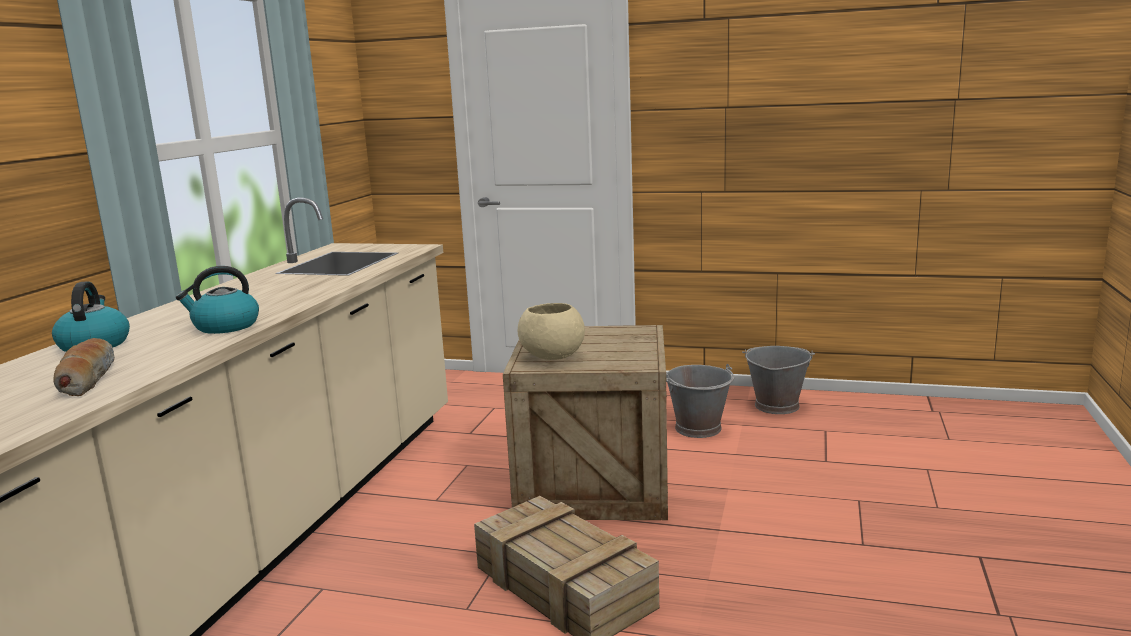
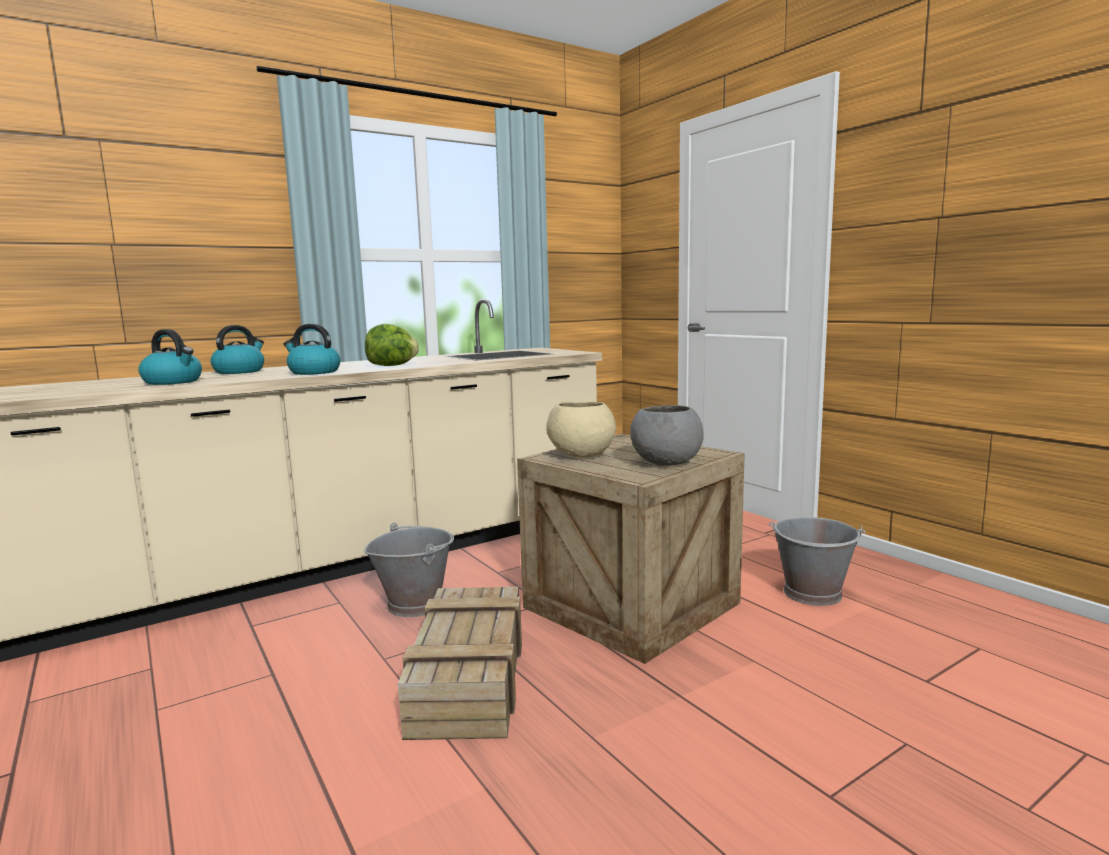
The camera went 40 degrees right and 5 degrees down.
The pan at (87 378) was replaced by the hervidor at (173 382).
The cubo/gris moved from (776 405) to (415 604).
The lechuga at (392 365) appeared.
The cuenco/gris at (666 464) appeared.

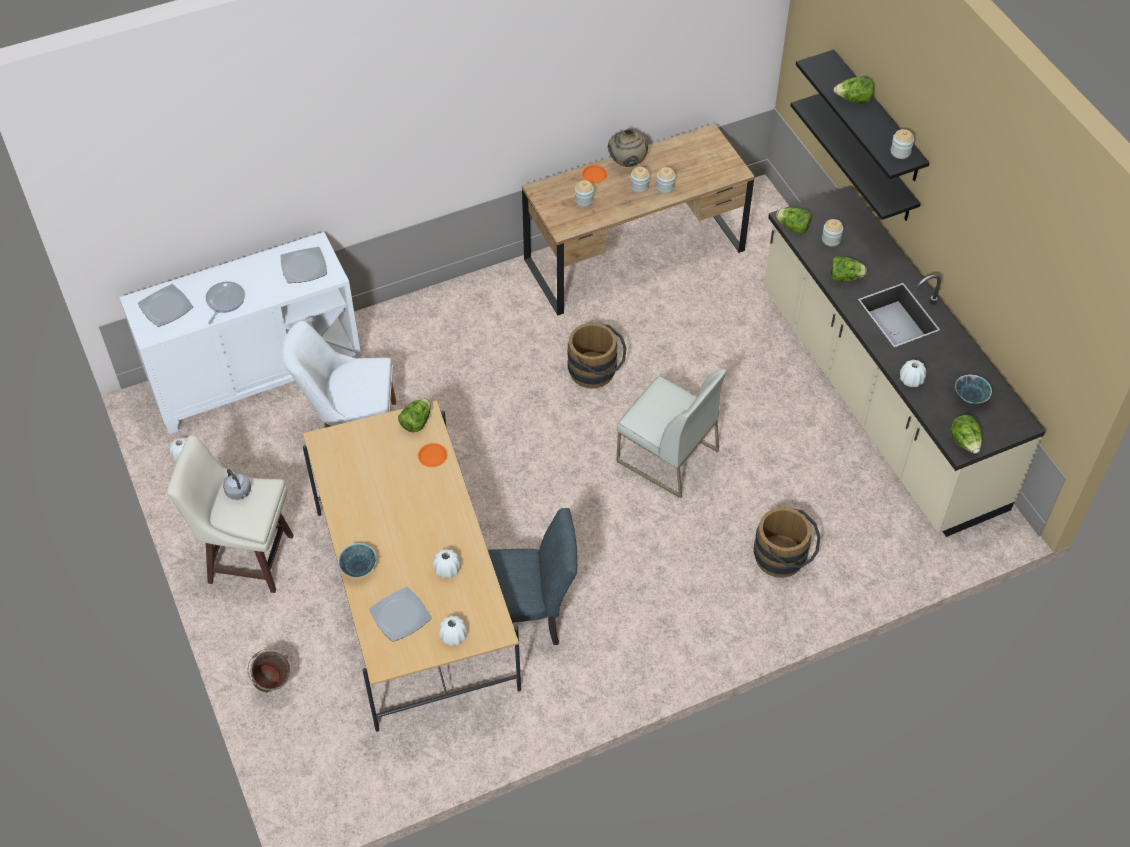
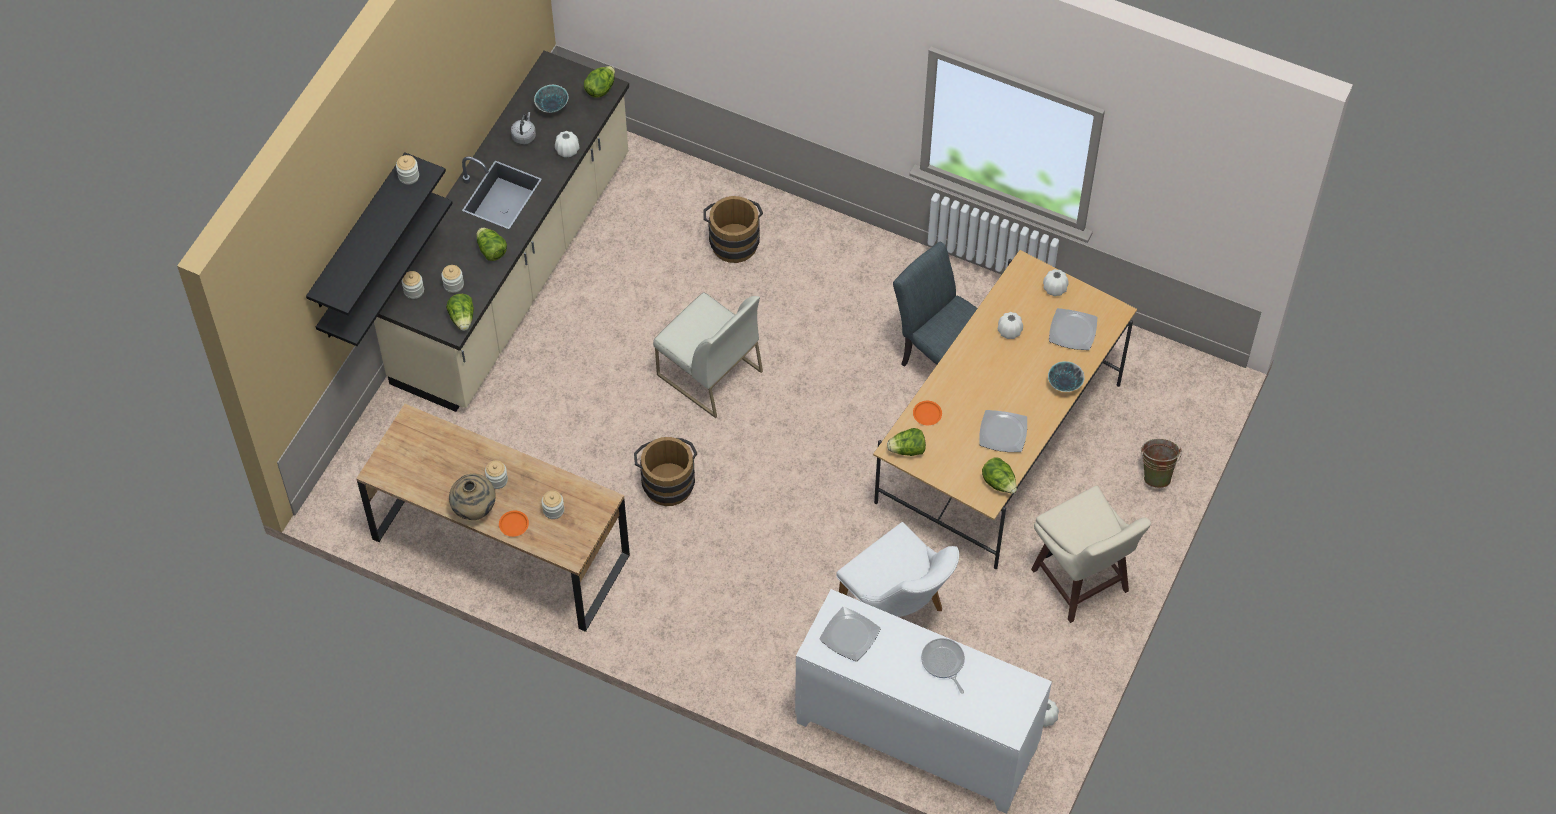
The camera went 130 degrees left and 5 degrees up.
The tarro moved from (665 187) to (414 291).
The hervidor/gris moved from (239 492) to (524 136).
The silla/blanco at (666 456) turned 135 degrees clockwise.
The sartén at (224 301) turned 90 degrees clockwise.
The plato moved from (166 307) to (1002 433).
The lechuga moved from (853 100) to (999 483).

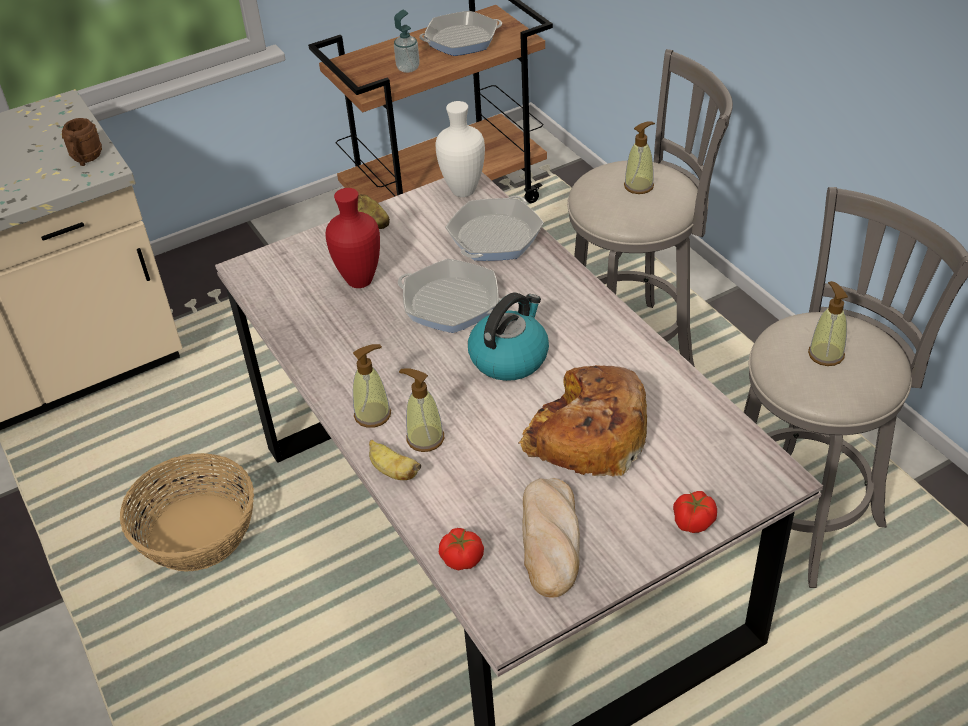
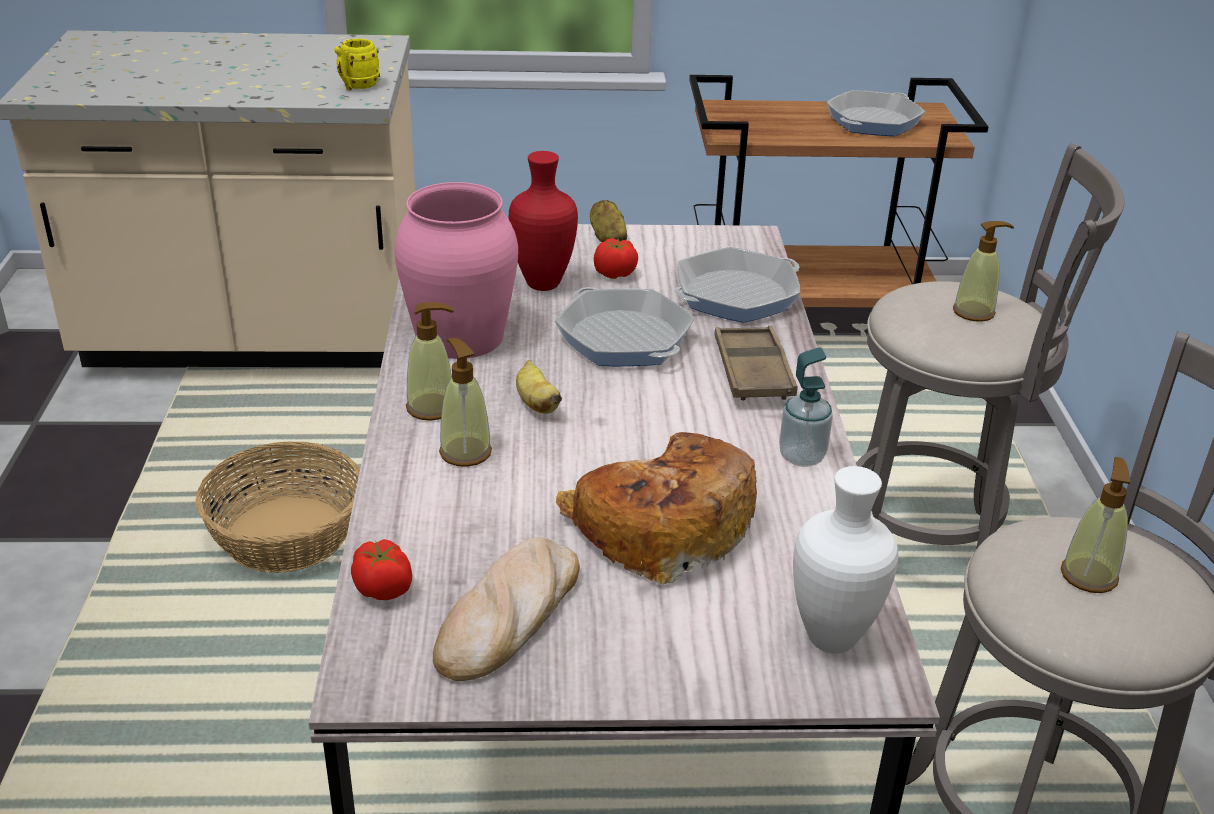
The camera went 25 degrees right and 10 degrees down.
The taza grande/marrón at (85 159) became the taza grande/amarillo at (356 87).
The florero/rosa at (458 336) appeared.
The plátano moved from (393 471) to (536 404).
The tomate moved from (693 522) to (615 274).
The bandeja/marrón at (752 371) appeared.
The dispensador de jabón moved from (408 68) to (801 457).
The florero/blanco moved from (465 191) to (835 639).
The sartén at (461 40) turned 120 degrees clockwise.
The hervidor at (509 357) disappeared.

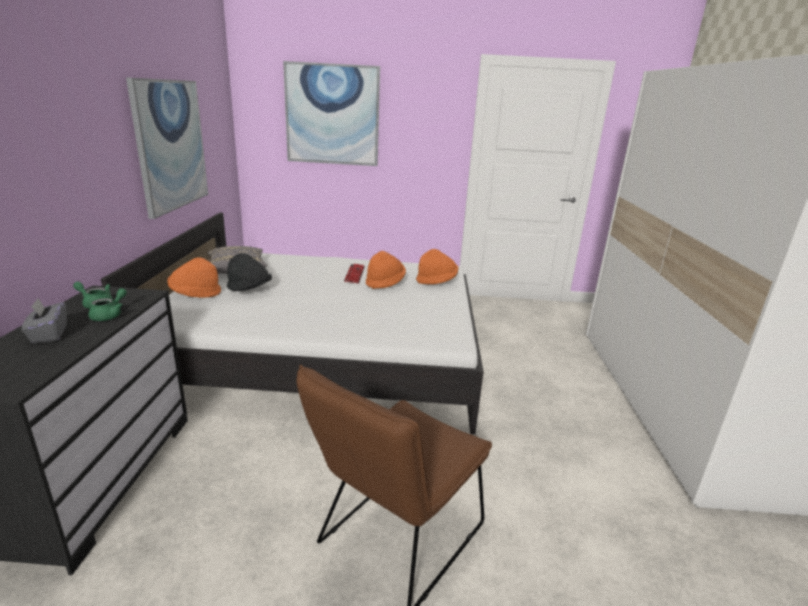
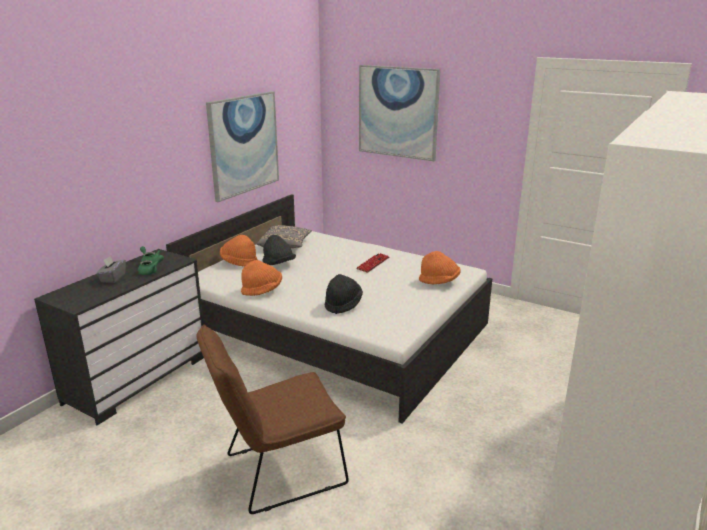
The camera went 30 degrees right and 0 degrees up.
The sombrero/naranja moved from (385 283) to (262 290).
The sombrero/negro at (343 304) appeared.

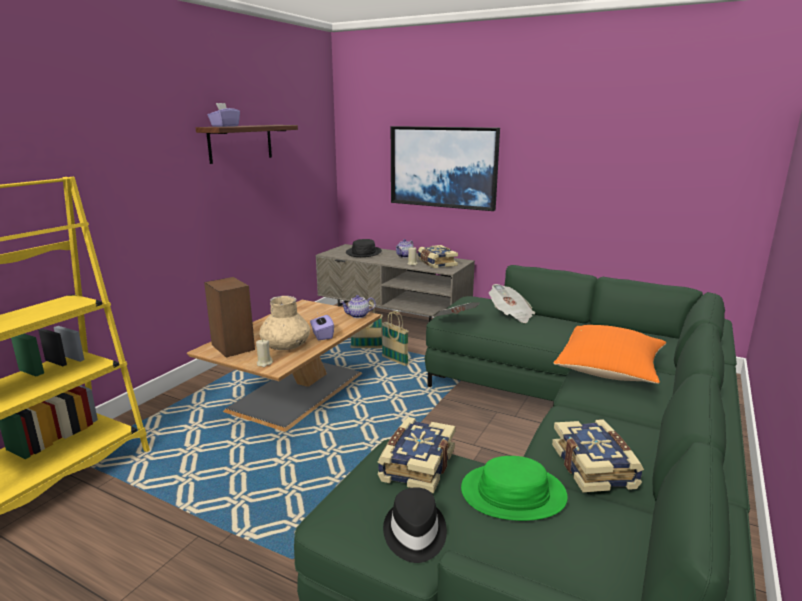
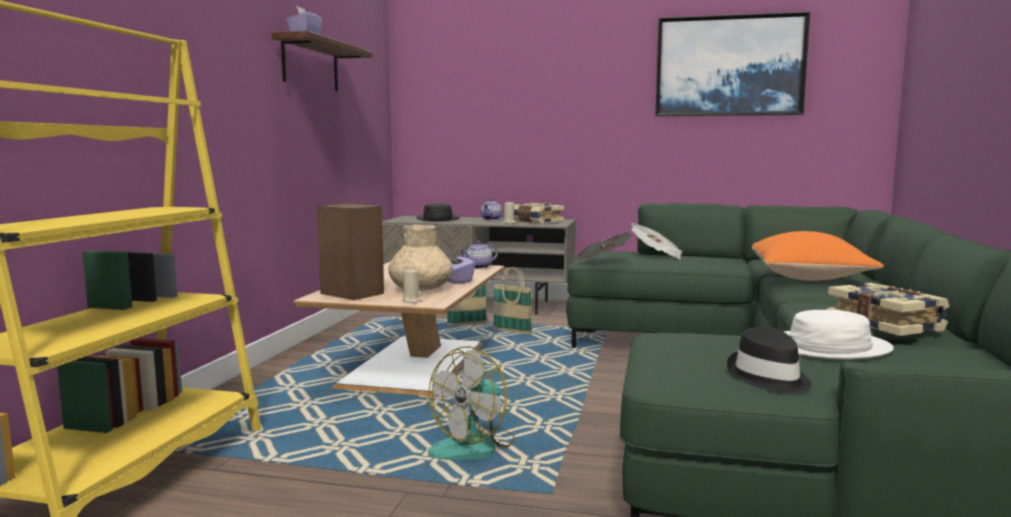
The camera went 15 degrees left and 10 degrees down.
The ventilador at (474 446) appeared.
The cuadro moved from (443 167) to (729 66).
The sombrero/verde at (513 493) became the sombrero/blanco at (829 347).
The libro at (416 465) disappeared.

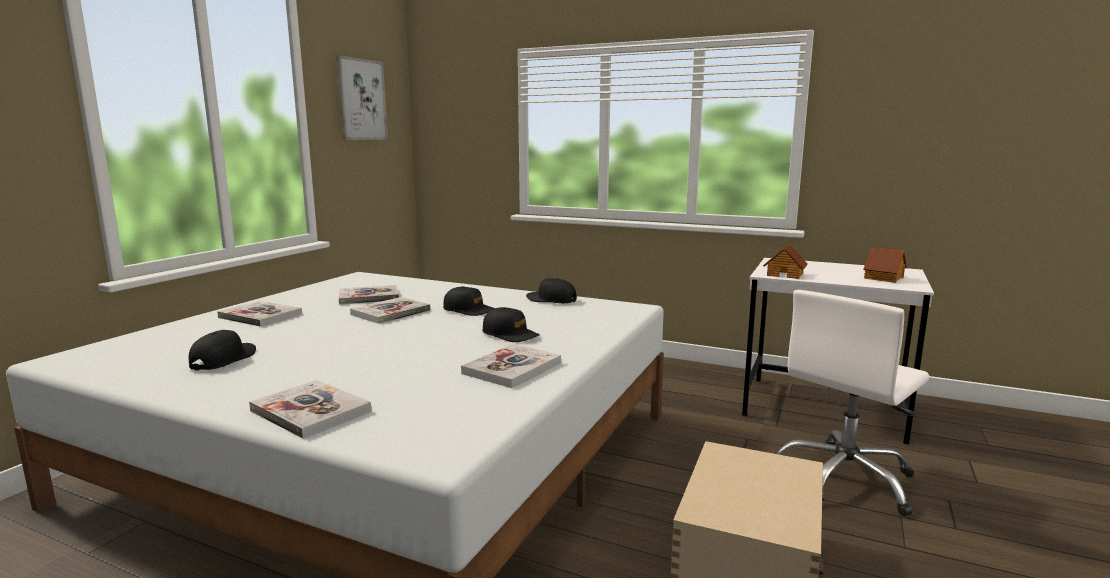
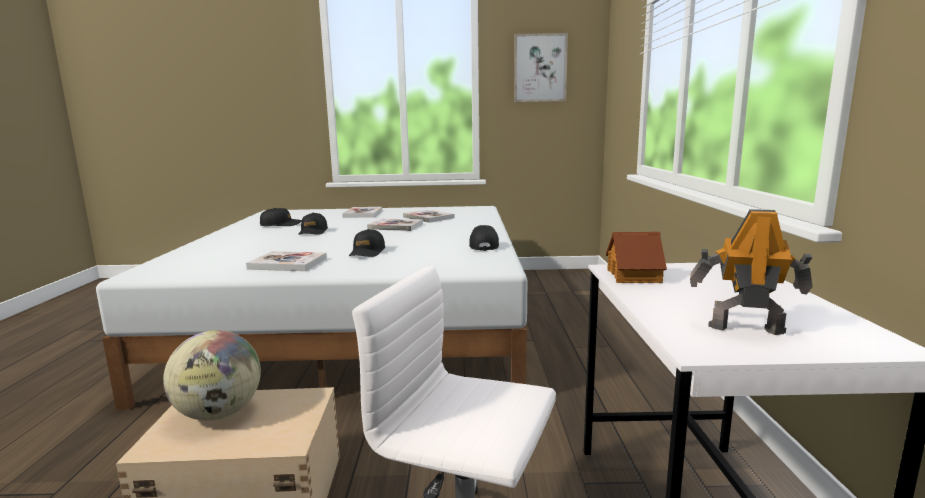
The camera went 65 degrees right and 0 degrees up.
The globo terráqueo at (219 414) appeared.
The gorra/negro moved from (469 310) to (313 232).
The casita at (884 278) was replaced by the robot de juguete at (744 328).
The libro at (310 411) disappeared.

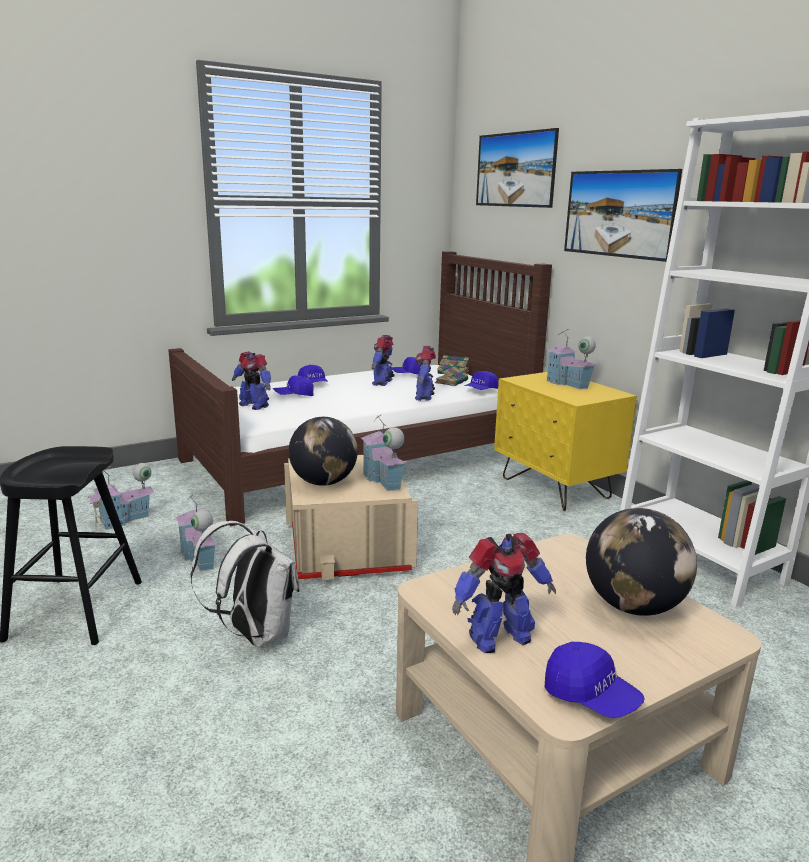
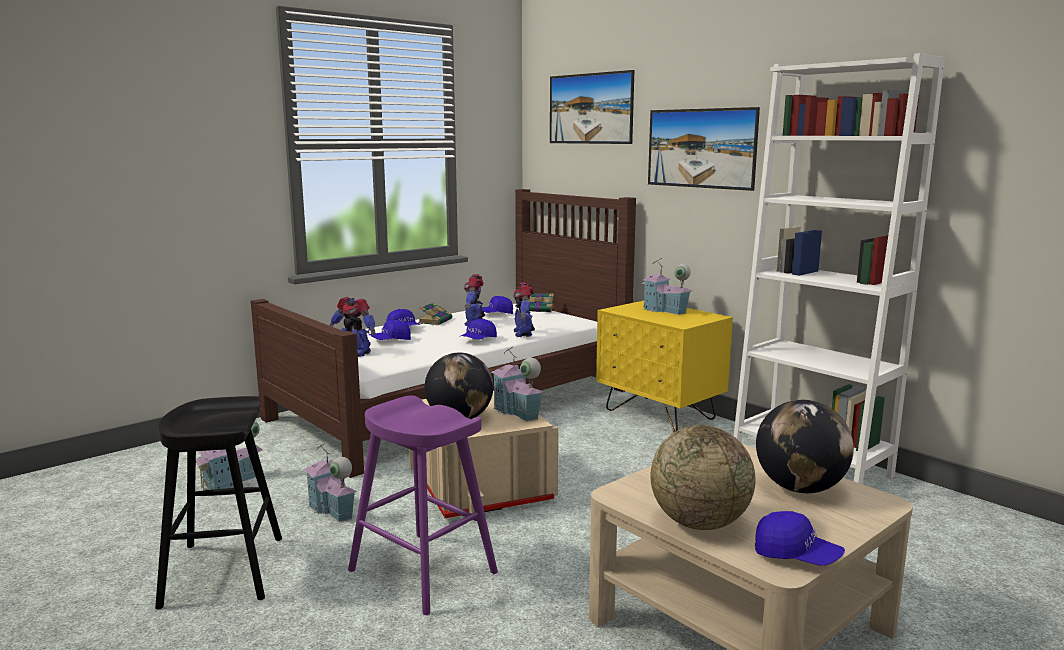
The camera went 10 degrees left and 5 degrees down.
The mochila/blanco at (254 634) was replaced by the taburete/morado at (423 571).
The libro moved from (451 381) to (435 321).
The gorra/azul moved from (481 390) to (478 340).
The robot de juguete at (498 637) was replaced by the globo terráqueo at (699 523).

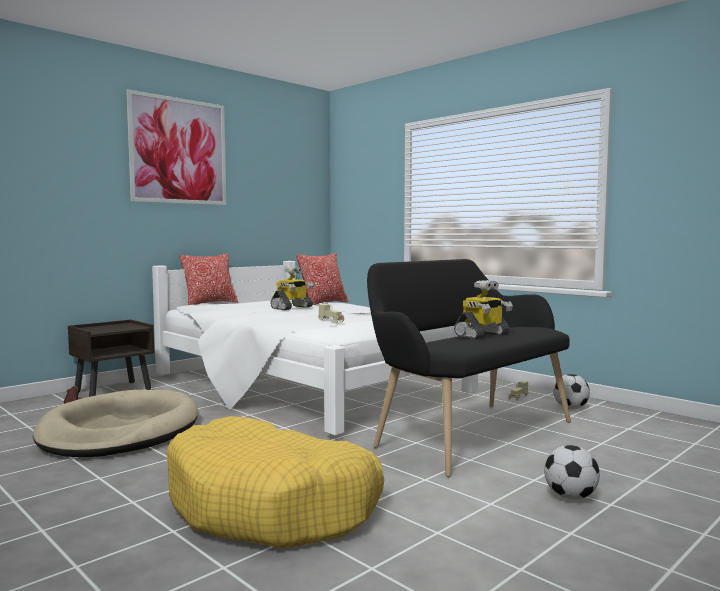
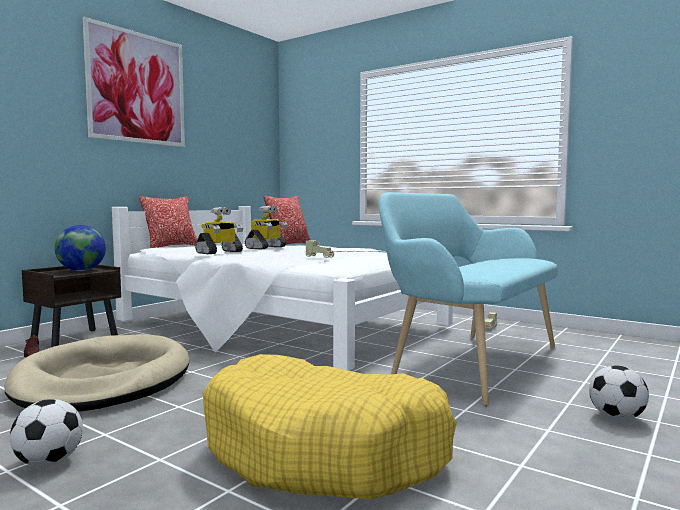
The camera went 10 degrees left and 0 degrees up.
The balón de fútbol moved from (570 408) to (49 462).
The globo terráqueo at (81 270) appeared.
The robot de juguete moved from (482 335) to (219 252).
The banco/negro at (467 433) became the banco/turquesa at (469 362).

